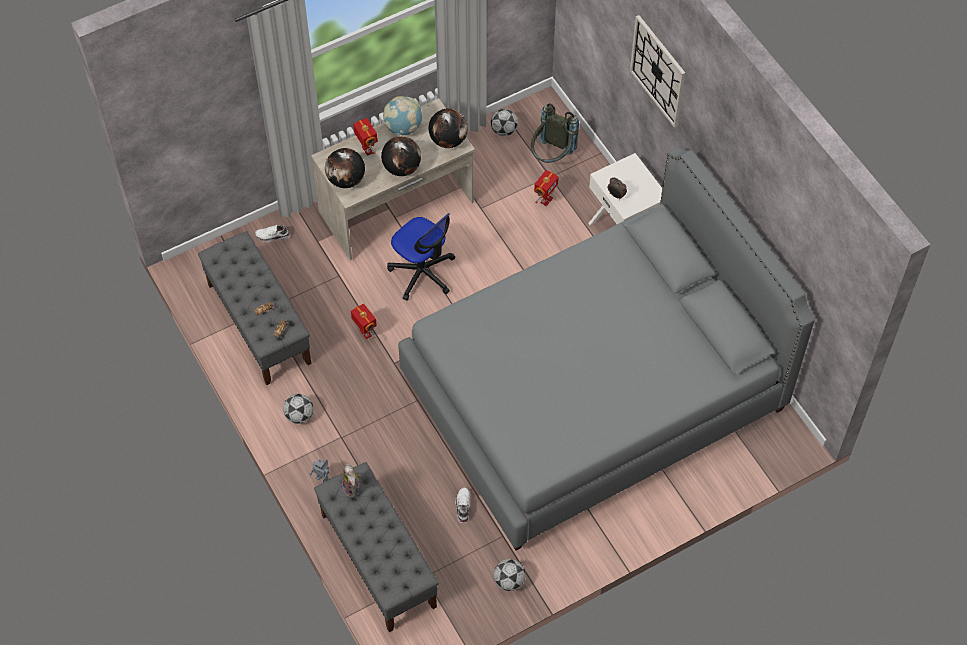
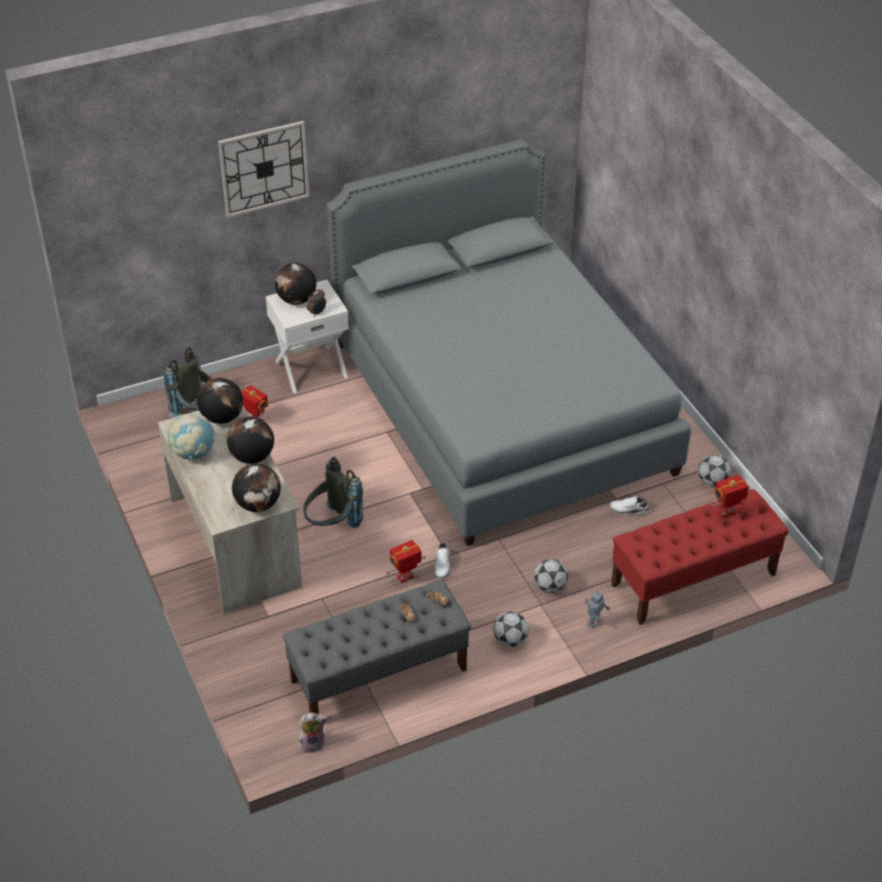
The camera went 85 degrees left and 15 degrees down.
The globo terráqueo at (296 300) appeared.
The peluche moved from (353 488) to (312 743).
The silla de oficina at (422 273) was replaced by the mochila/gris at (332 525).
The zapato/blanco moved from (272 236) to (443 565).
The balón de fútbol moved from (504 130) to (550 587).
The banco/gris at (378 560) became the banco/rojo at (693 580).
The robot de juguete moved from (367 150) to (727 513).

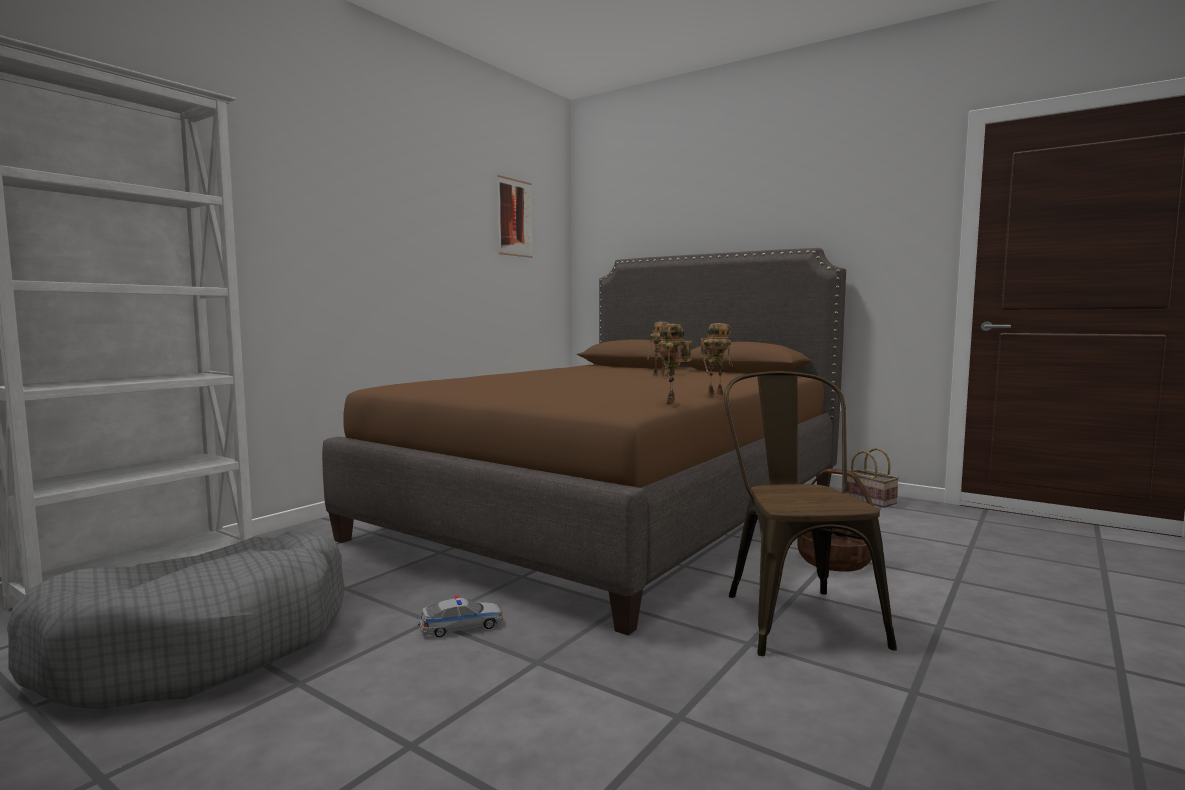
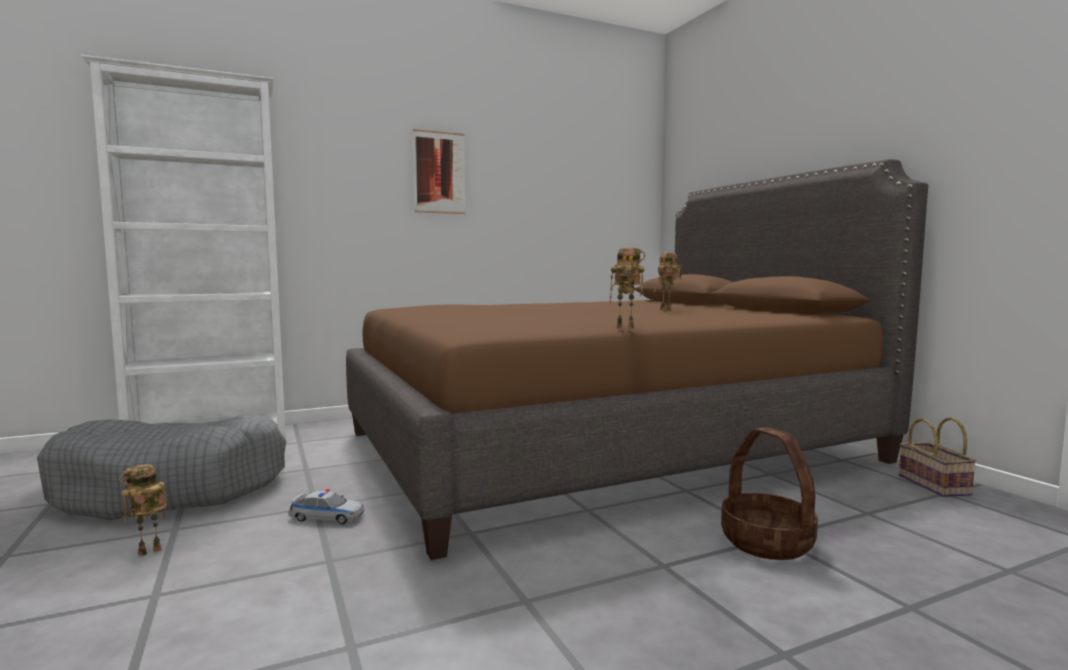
The camera went 30 degrees right and 0 degrees up.
The robot de juguete moved from (673 403) to (148 553).
The cuadro moved from (514 218) to (439 172).
The silla/marrón at (795 614) disappeared.

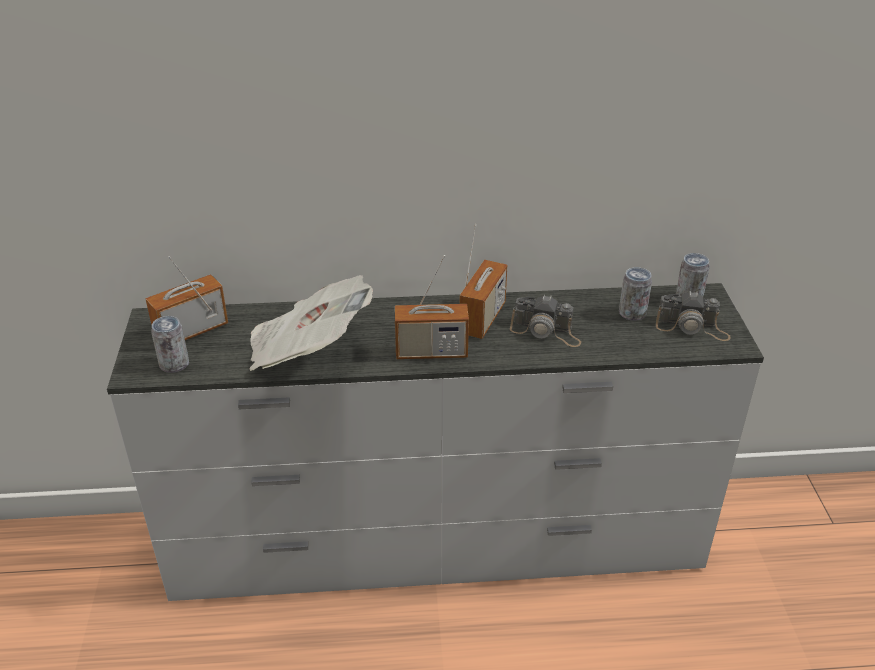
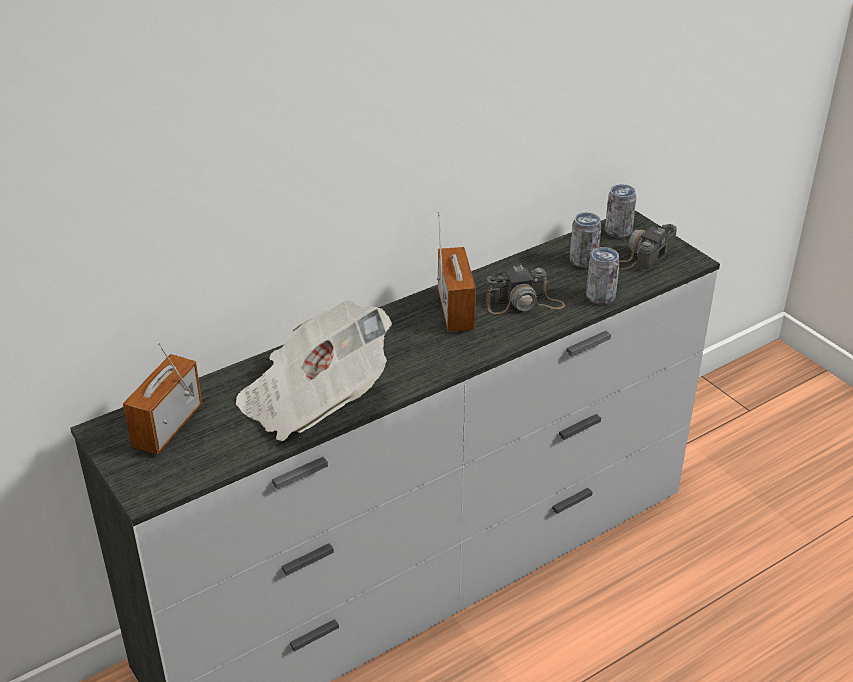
The camera went 30 degrees left and 0 degrees up.
The lata moved from (174 364) to (600 297).
The cámara at (692 327) turned 150 degrees clockwise.
The radio at (431 352) disappeared.

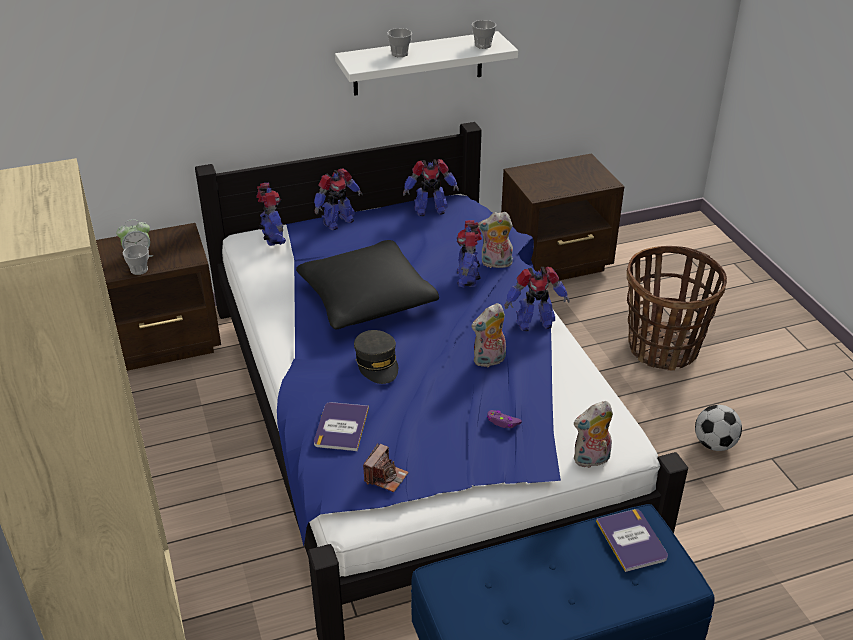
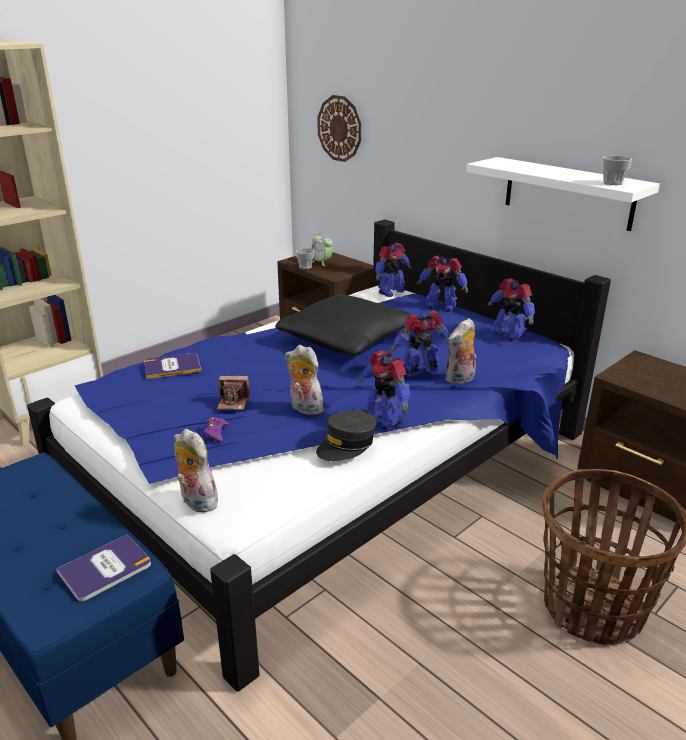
The camera went 65 degrees right and 10 degrees down.
The cámara moved from (385 477) to (233 402).
The gorra/gris moved from (377 364) to (346 445).
The reloj de pared at (339 128) appeared.
The peluche at (495 264) turned 105 degrees counterclockwise.
The taza at (399 54) disappeared.
The balón de fútbol at (714 444) disappeared.

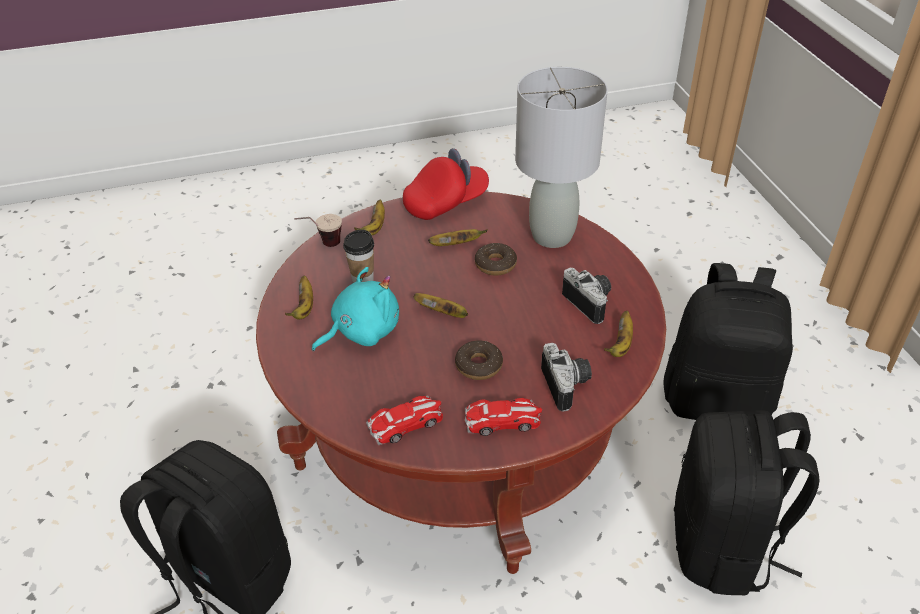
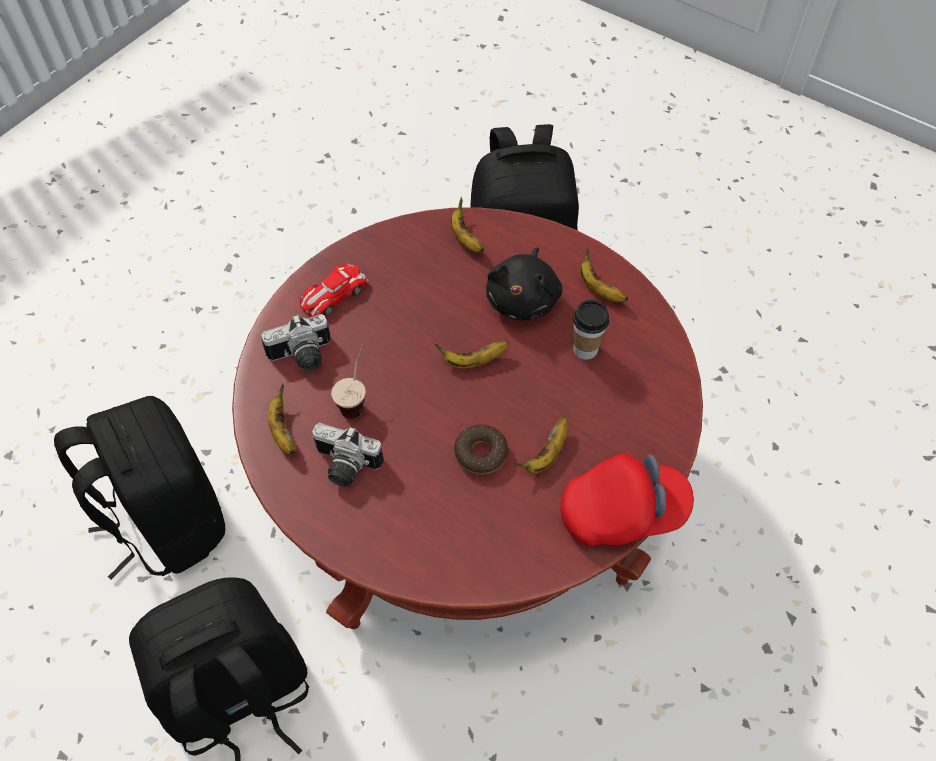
The camera went 140 degrees right and 15 degrees up.
The cámara at (568 385) turned 60 degrees counterclockwise.
The taza moved from (322 245) to (357 398).
The plátano moved from (374 227) to (465 238).
The peluche/turquesa at (362 331) became the peluche/negro at (523 299).
The gorra/rojo at (446 203) turned 120 degrees counterclockwise.
The coche de juguete at (406 423) disappeared.
The rosquilla at (479 365) disappeared.
The lámpara de mesa/gris at (551 237) disappeared.

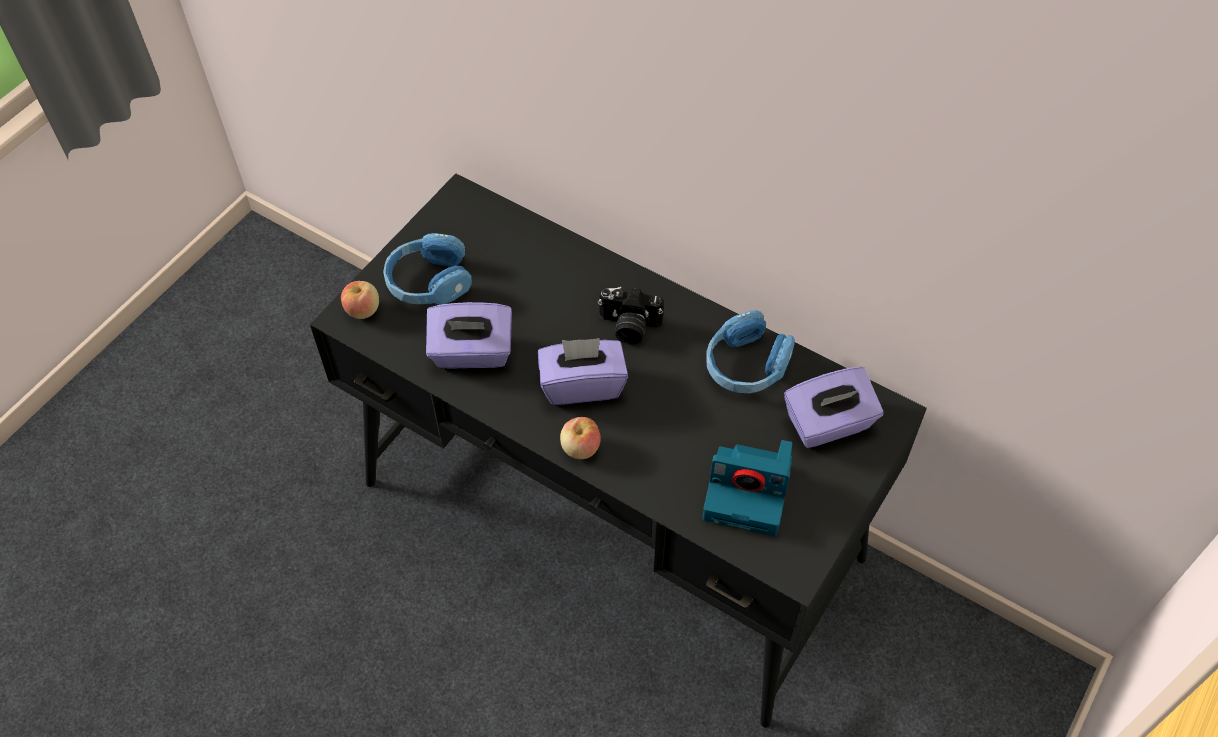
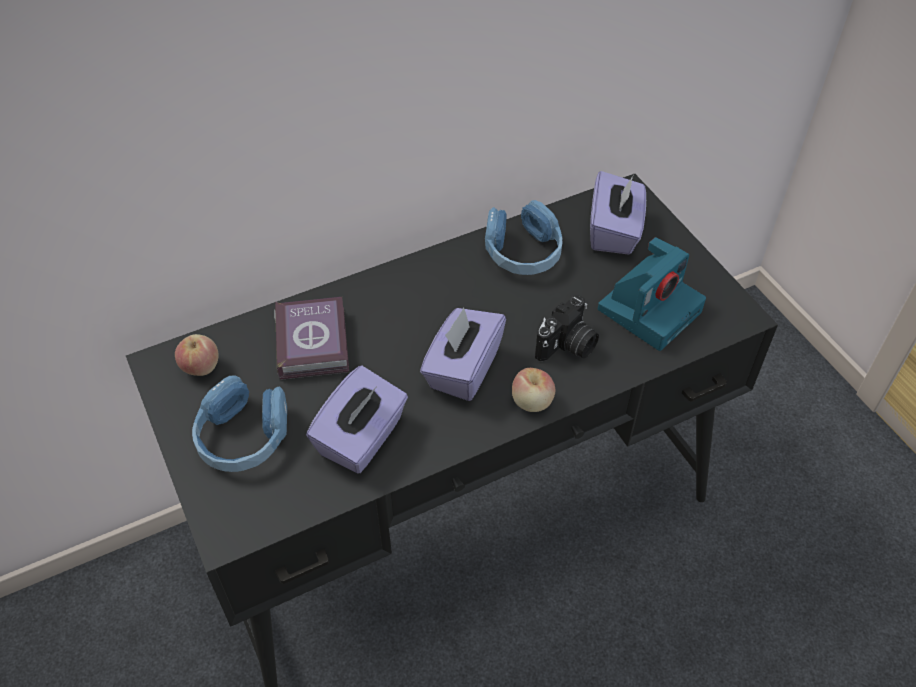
The camera went 60 degrees left and 5 degrees down.
The manzana moved from (363 310) to (200 367).
The libro at (314 341) appeared.
The cámara moved from (628 327) to (567 346).

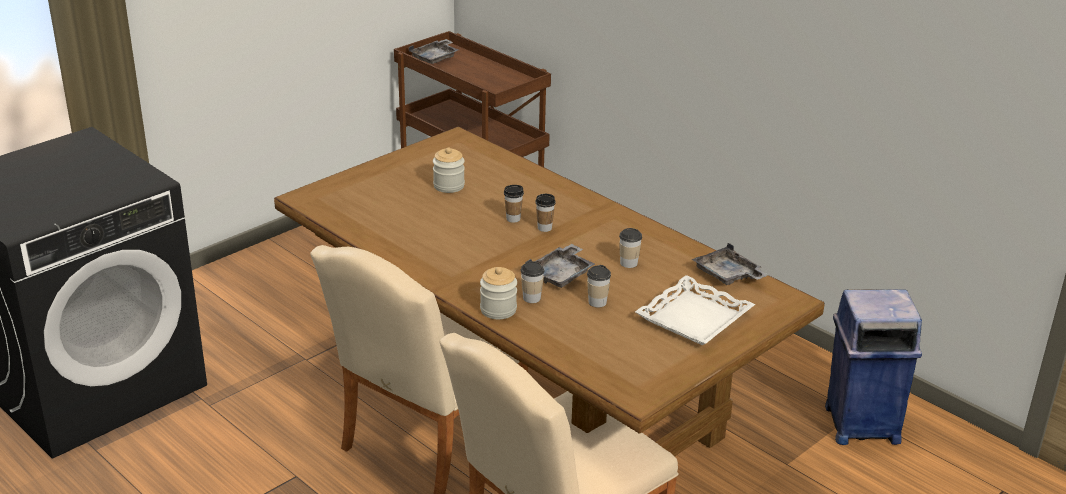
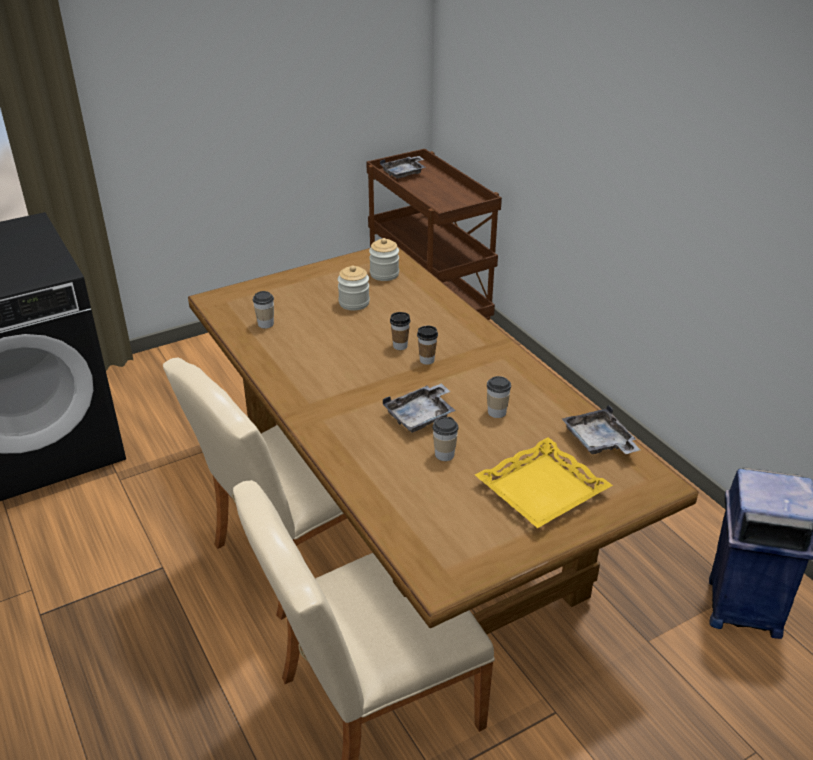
The camera went 15 degrees right and 5 degrees up.
The taza moved from (531 298) to (265 324).
The tarro moved from (498 310) to (384 274).
The bandeja/blanco at (694 318) became the bandeja/amarillo at (542 490).

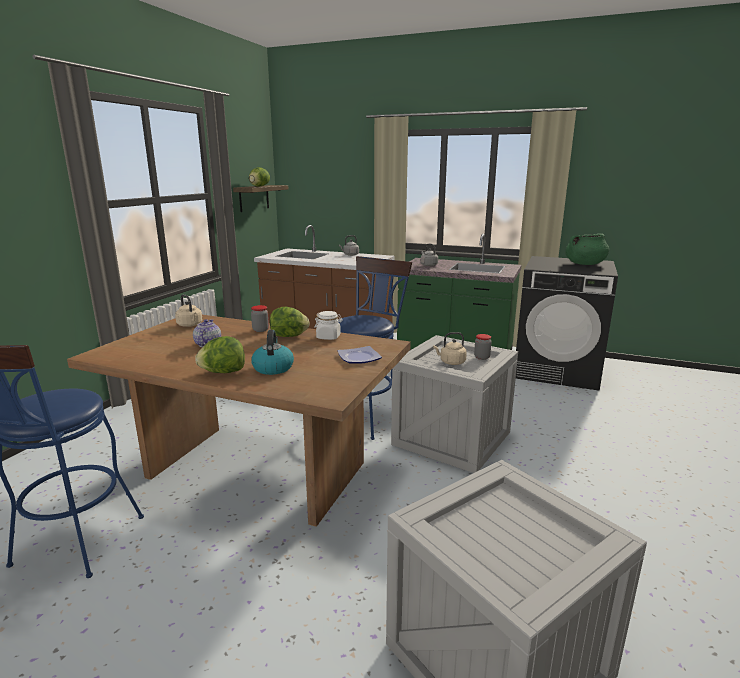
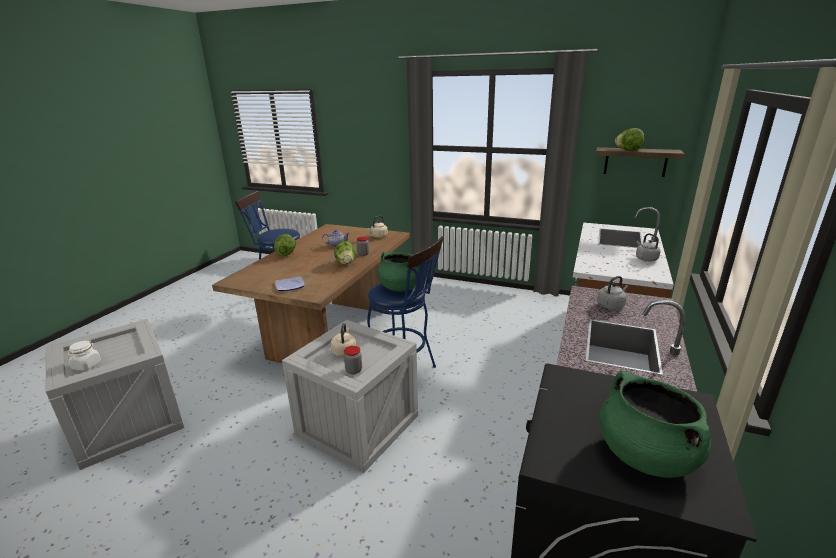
The camera went 90 degrees right and 5 degrees up.
The tarro/blanco moved from (328 337) to (86 365).
The olla/verde at (400 287) appeared.
The hervidor at (273 368) disappeared.

